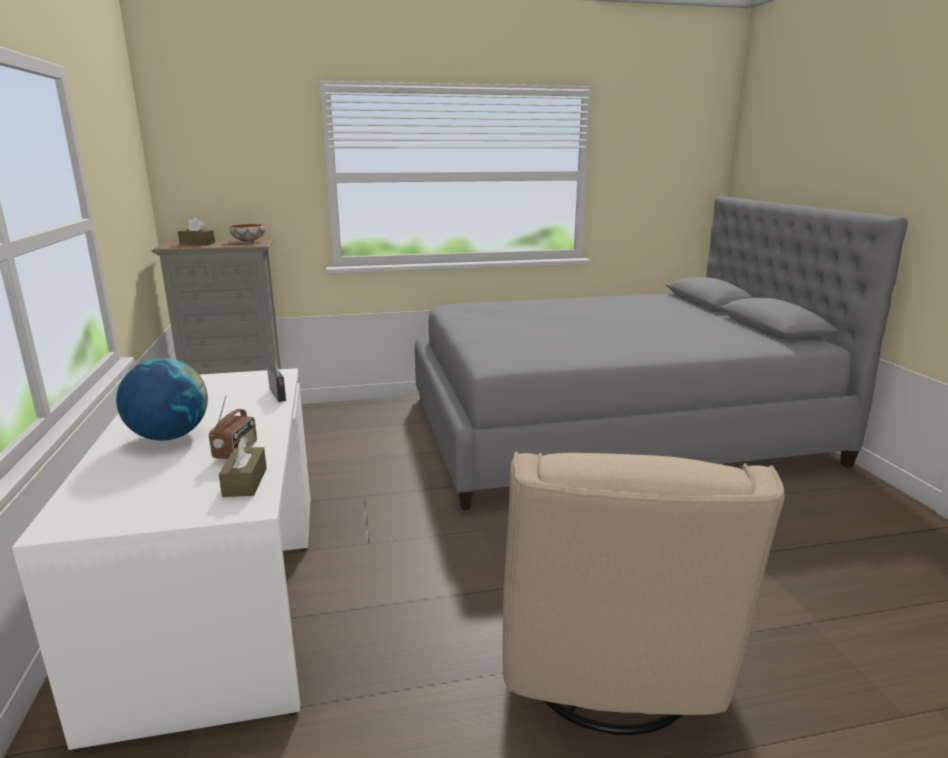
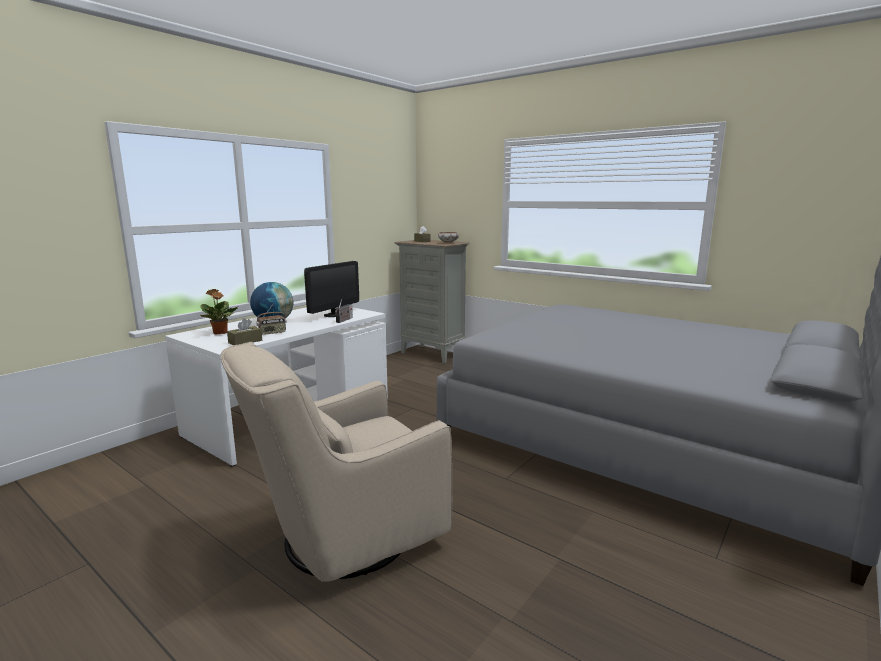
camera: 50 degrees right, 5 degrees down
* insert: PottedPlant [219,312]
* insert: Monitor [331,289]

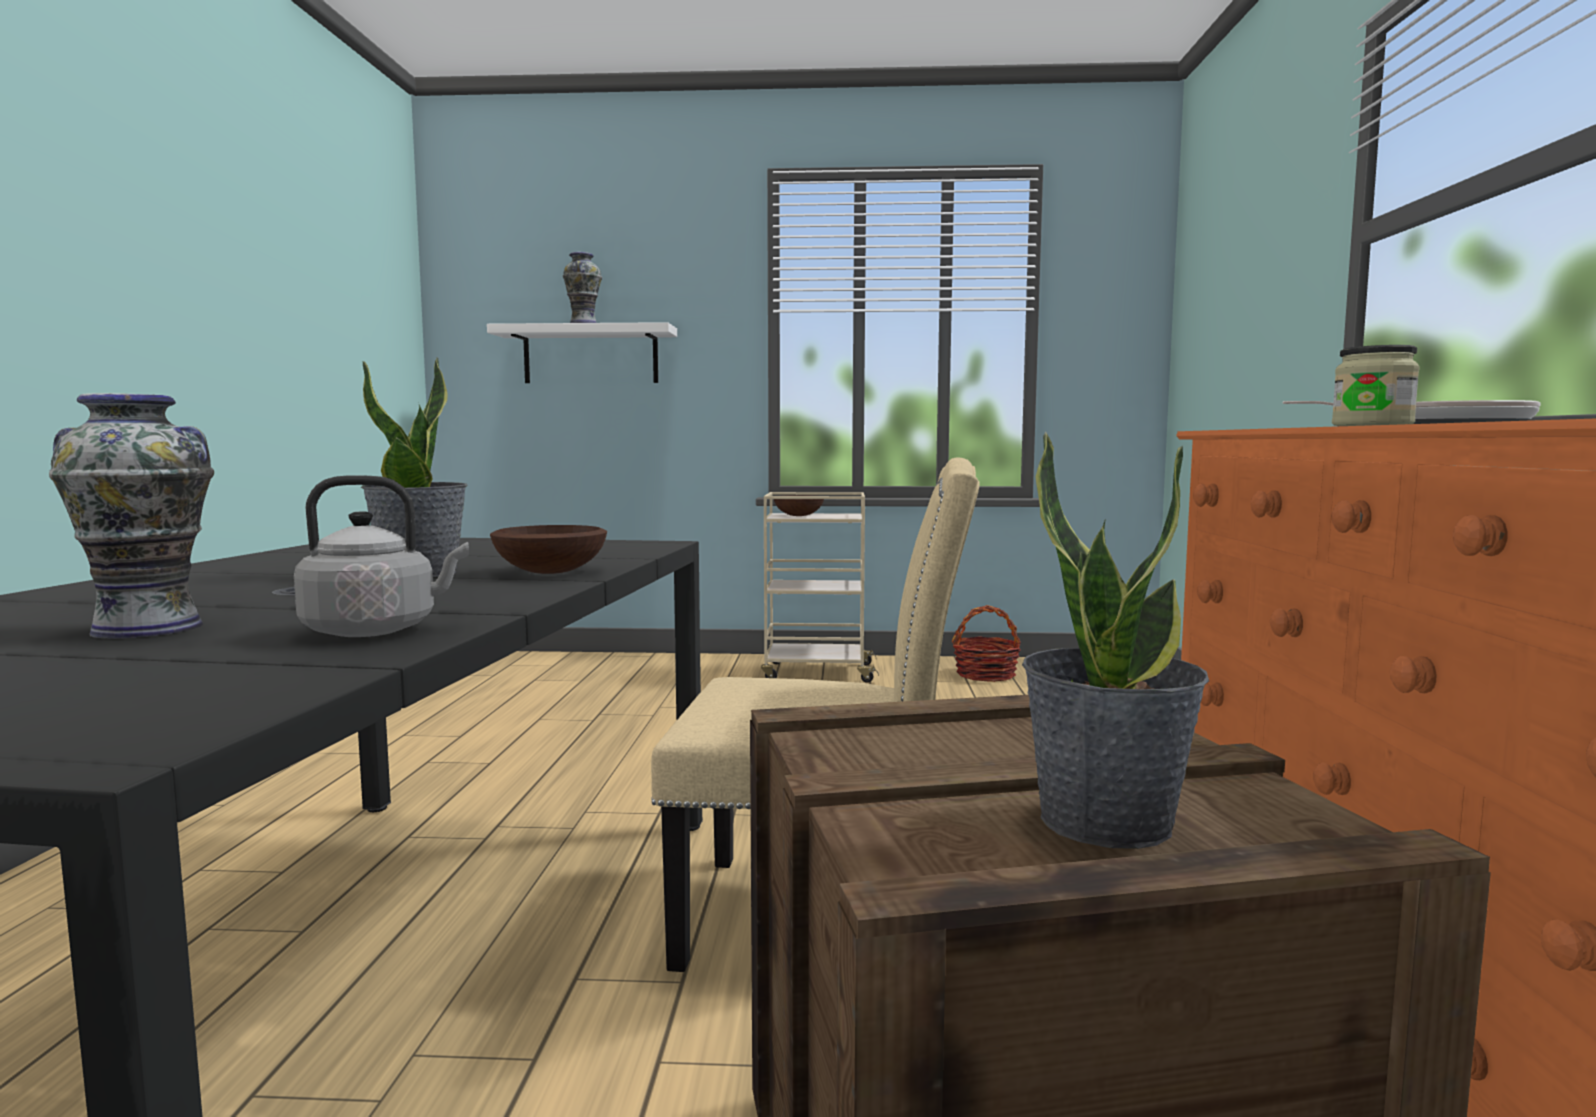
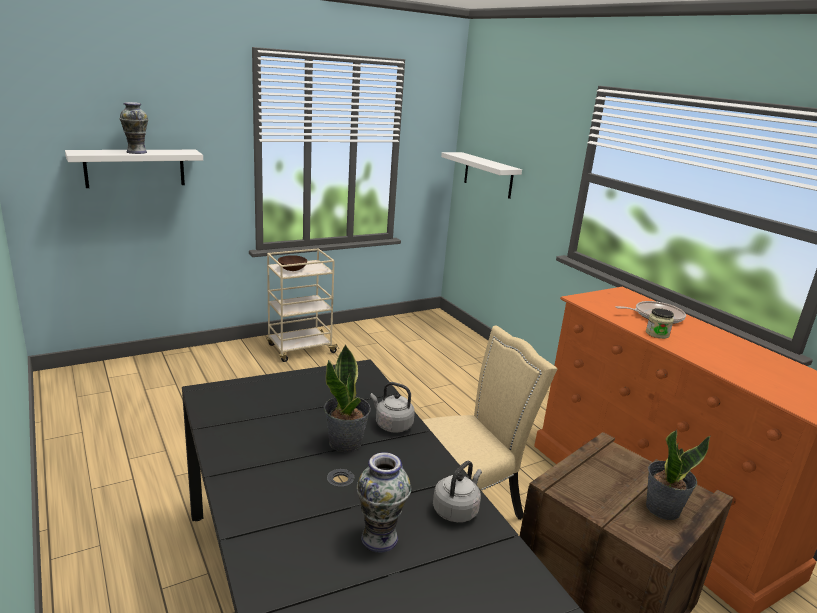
camera: 35 degrees left, 15 degrees up
* replace: BrownBowl [548,549] to GreyKettle [392,407]
* insert: WhiteShelf [481,175]
* delete: Basket [986,643]

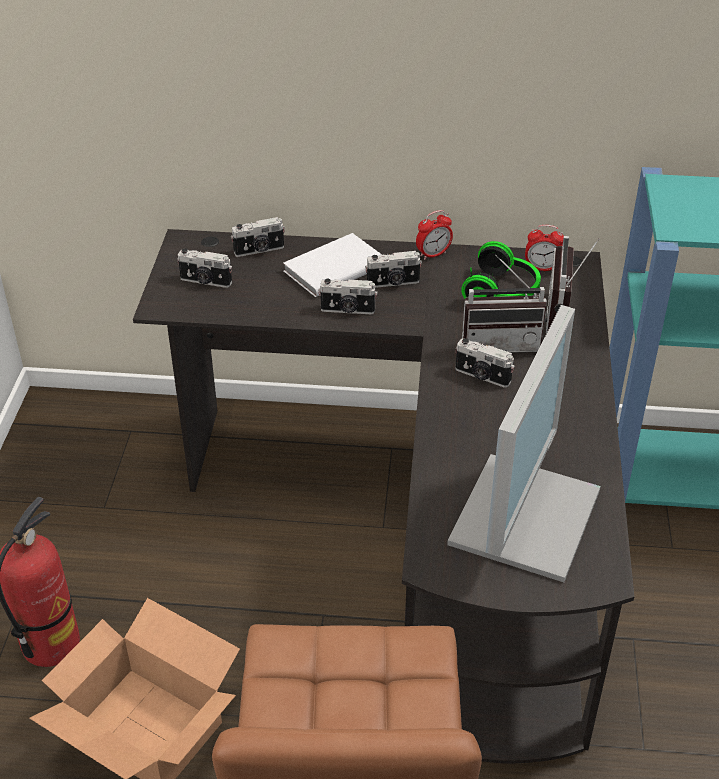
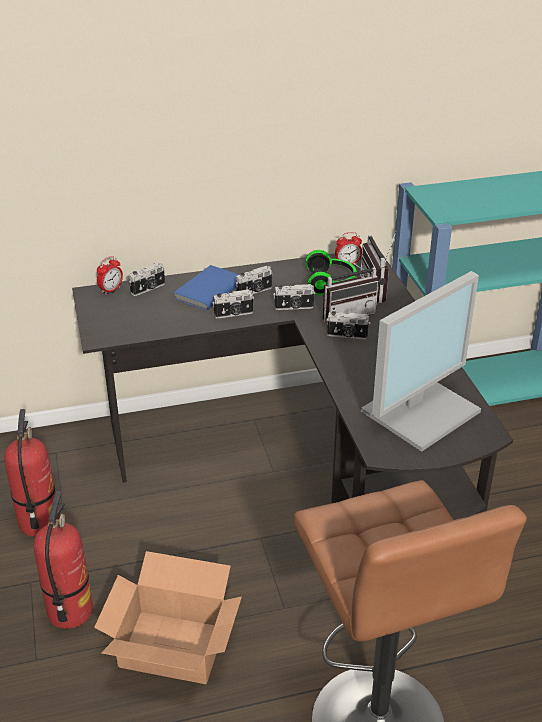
camera: 20 degrees left, 5 degrees down
* insert: FireExtinguisher [32,473]
* move: AlarmClock [434,235] to [110,275]
* recolor: WhiteBook [332,265] to BlueBook [206,288]
* move: PhotoCamera [204,268] to [294,297]
* rotate: Monitor [524,443] = [421,361] 45 degrees clockwise

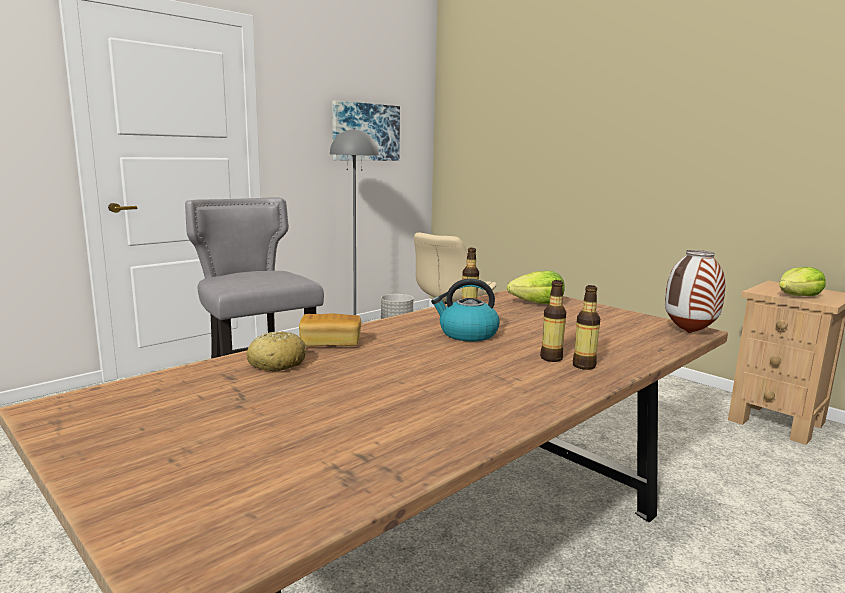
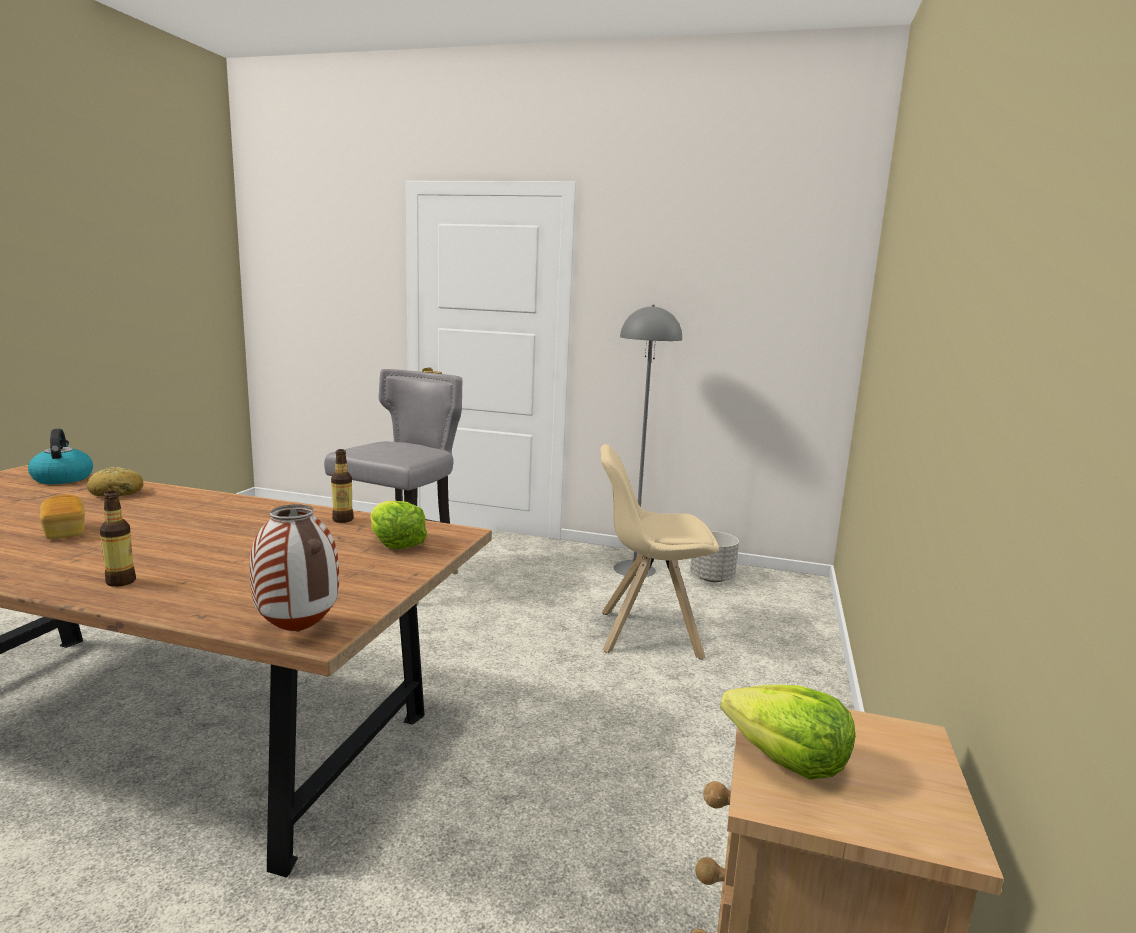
camera: 60 degrees right, 0 degrees up
* move: Kettle [465,309] to [60,456]
* move: Bread [330,329] to [62,517]
* delete: Picture [366,131]
* delete: Bottle [553,321]

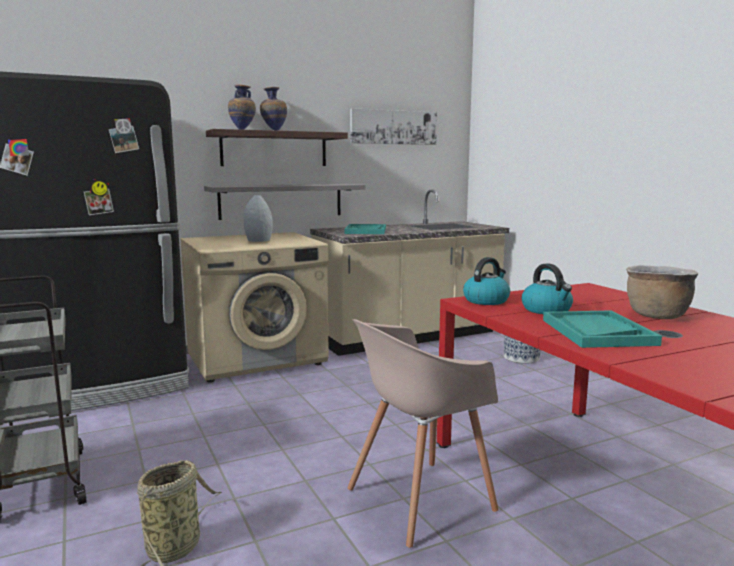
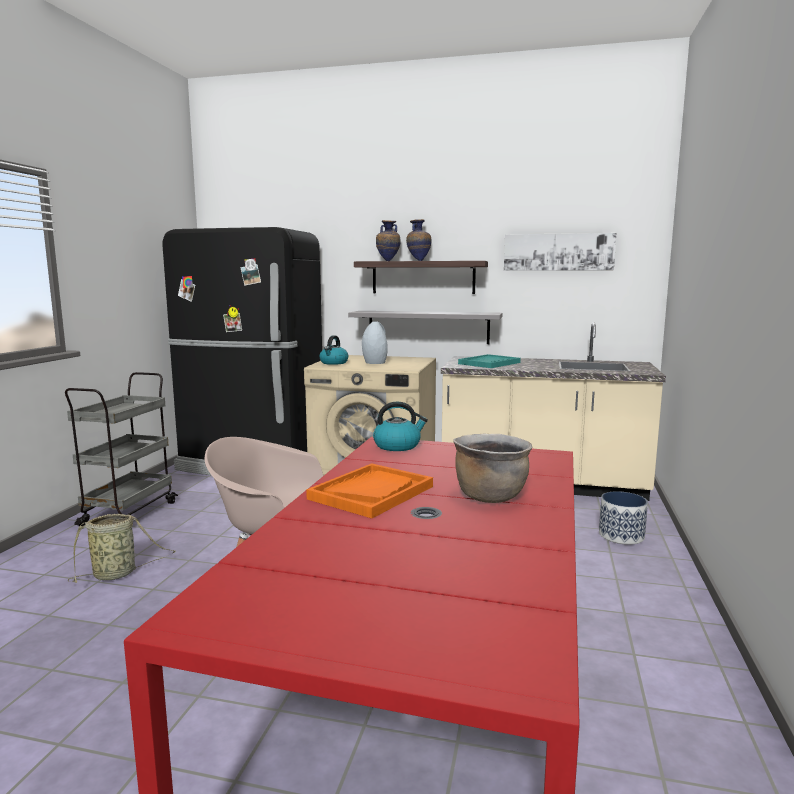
camera: 40 degrees right, 0 degrees up
* recolor: TurquoiseTray [602,329] to OrangeTray [369,490]
* move: Kettle [547,288] to [333,350]

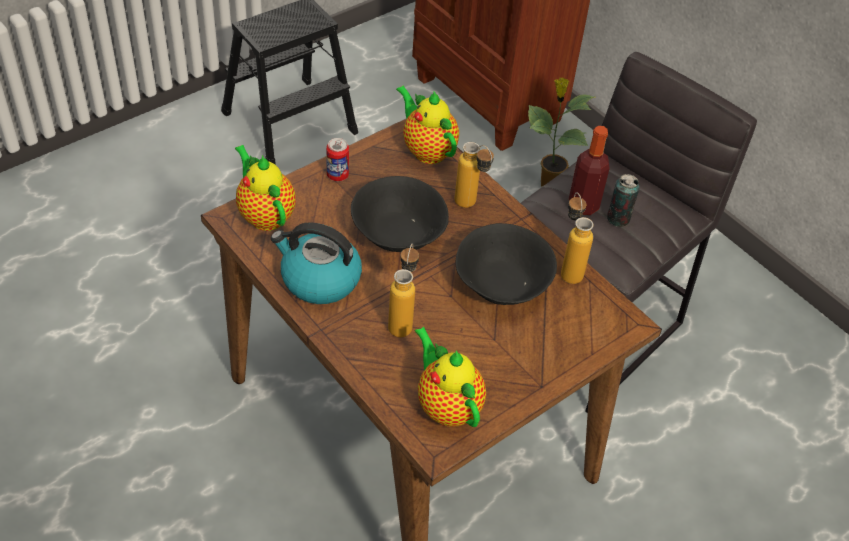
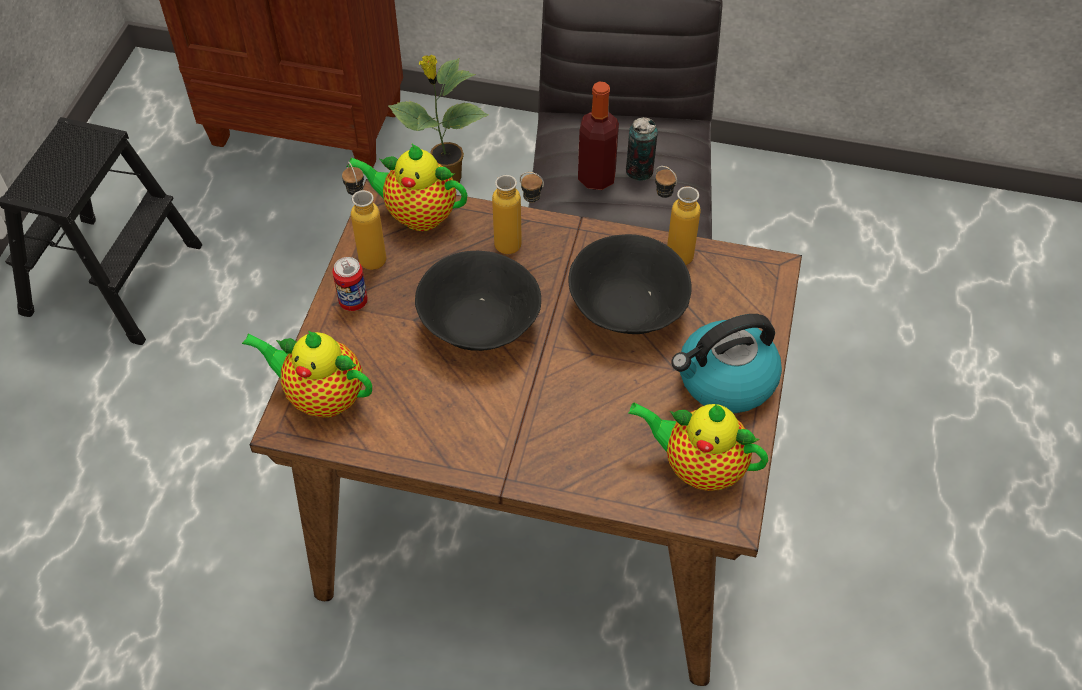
camera: 35 degrees left, 5 degrees up
* move: Bottle [403,290] to [364,216]
* move: Kettle [316,263] to [726,363]

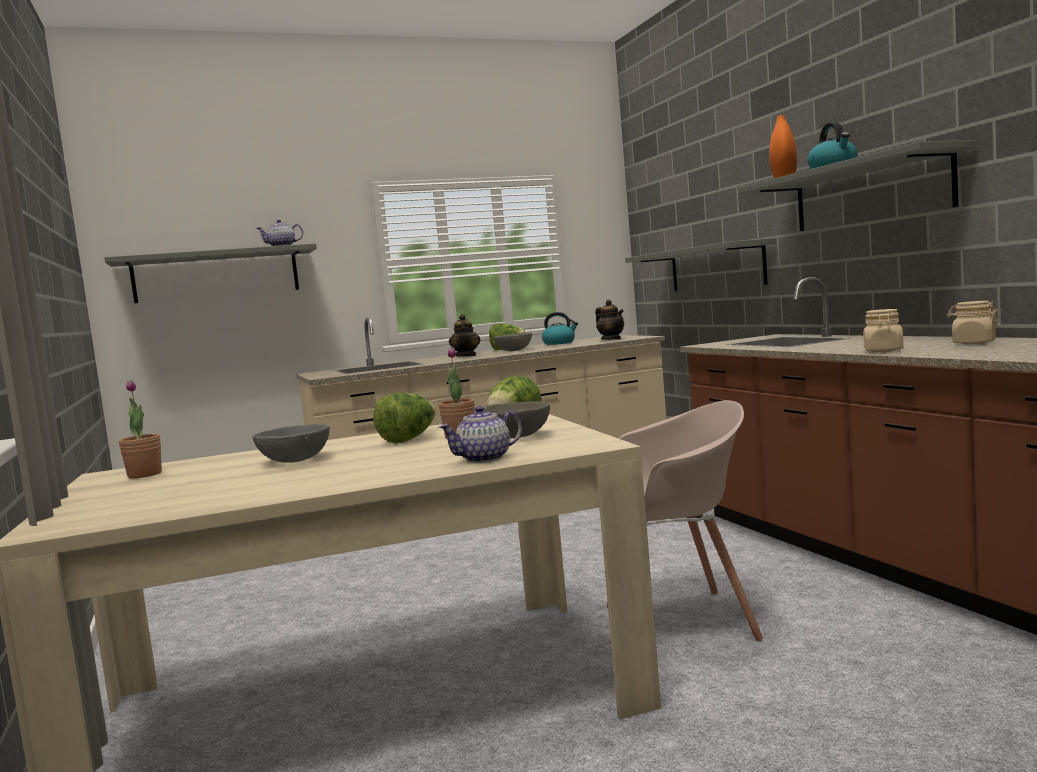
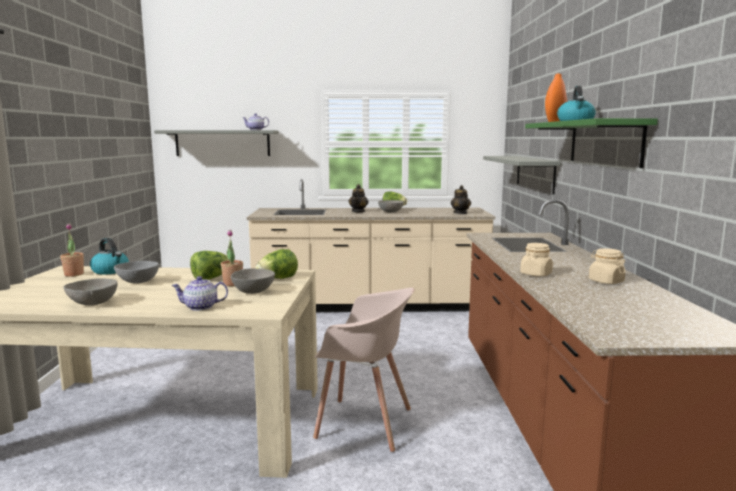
camera: 20 degrees right, 5 degrees up
* insert: GreyBowl [91,292]
* move: Kettle [560,328] to [109,256]
* recolor: GreyShelf [857,185] to GreenShelf [591,143]

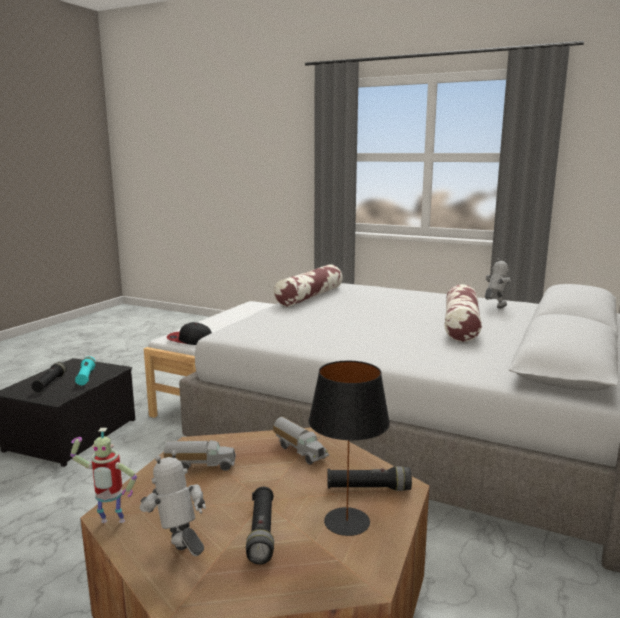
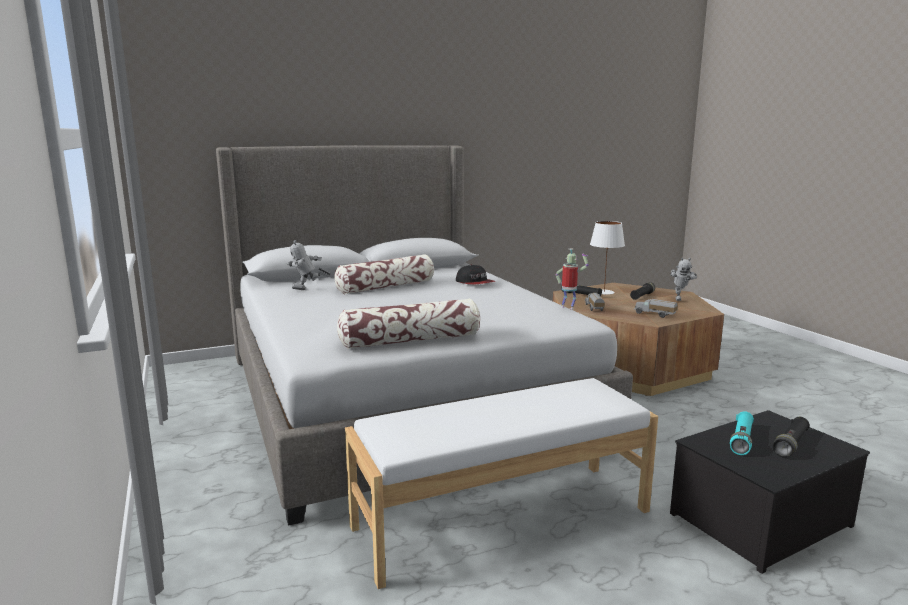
camera: 140 degrees left, 0 degrees up
* move: Cap [189,333] to [475,275]
* move: ToyRobot [103,475] to [572,278]
* recolor: BlackTableLamp [349,448] to WhiteTableLamp [607,258]

